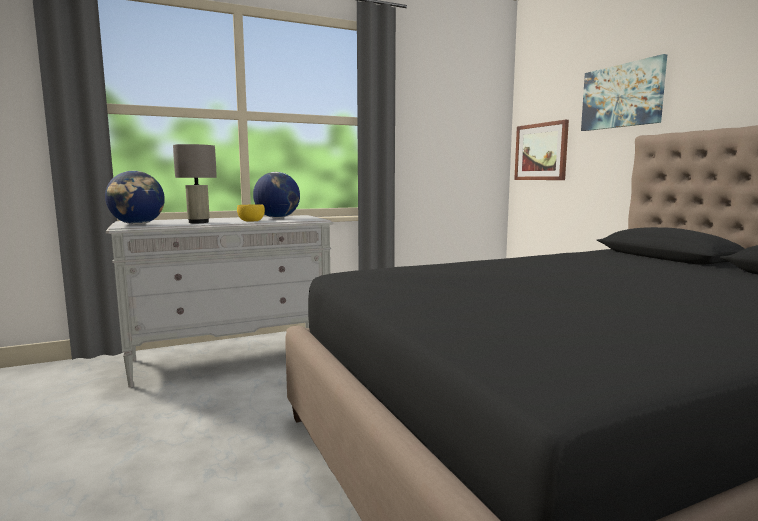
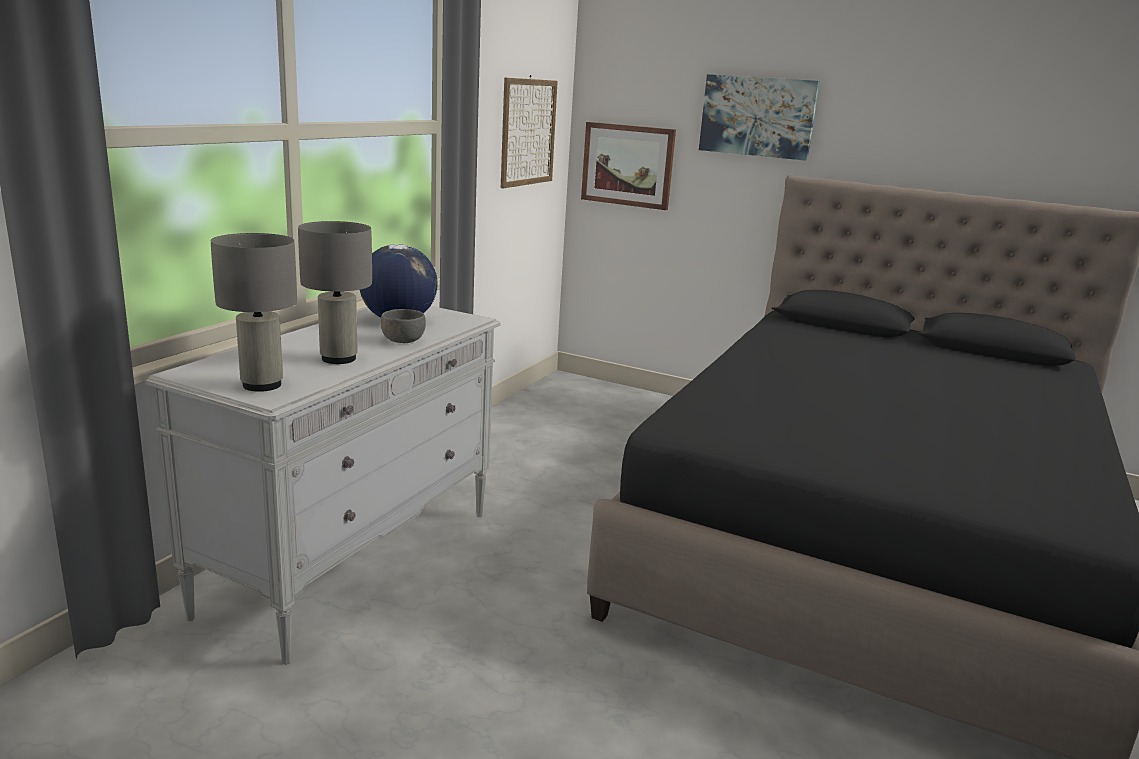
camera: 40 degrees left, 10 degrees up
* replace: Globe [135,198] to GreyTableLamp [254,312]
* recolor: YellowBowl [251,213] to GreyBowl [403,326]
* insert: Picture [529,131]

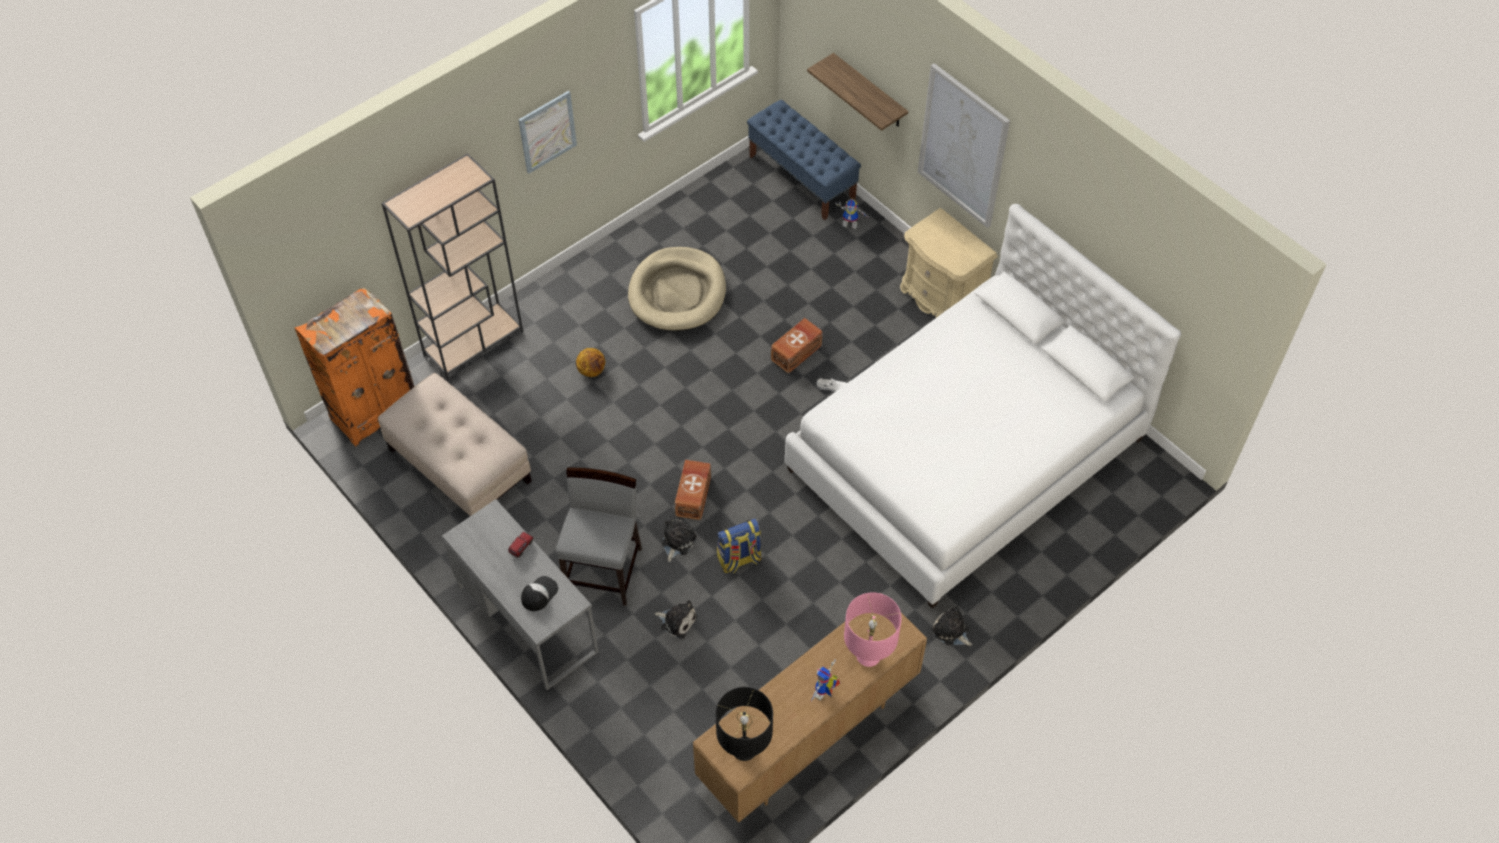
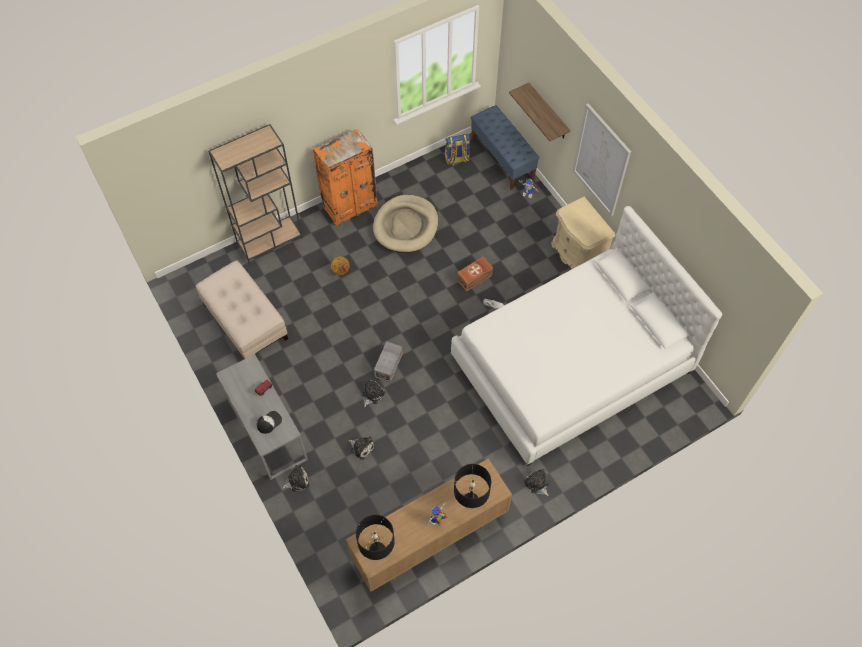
camera: 10 degrees right, 5 degrees up
* insert: PlushToy [296,478]
* move: OrangeCabinet [354,367] to [345,177]
* recolor: BrownStorageBox [693,490] to GreyStorageBox [388,361]
* move: Backpack [739,546] to [457,149]
* recolor: PinkTableLamp [873,630] to BlackTableLamp [472,486]
* delete: Picture [547,132]
* delete: GreyChair [599,536]

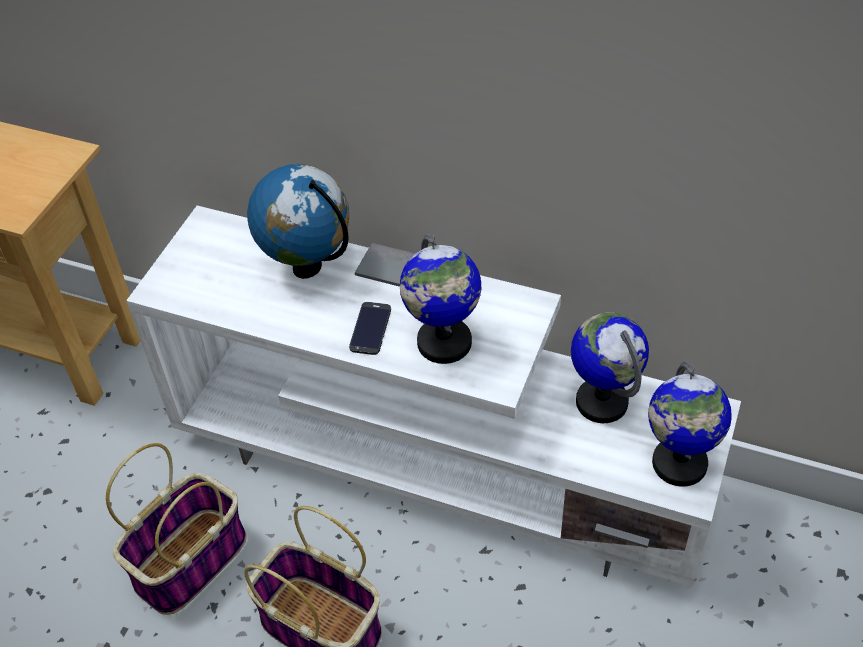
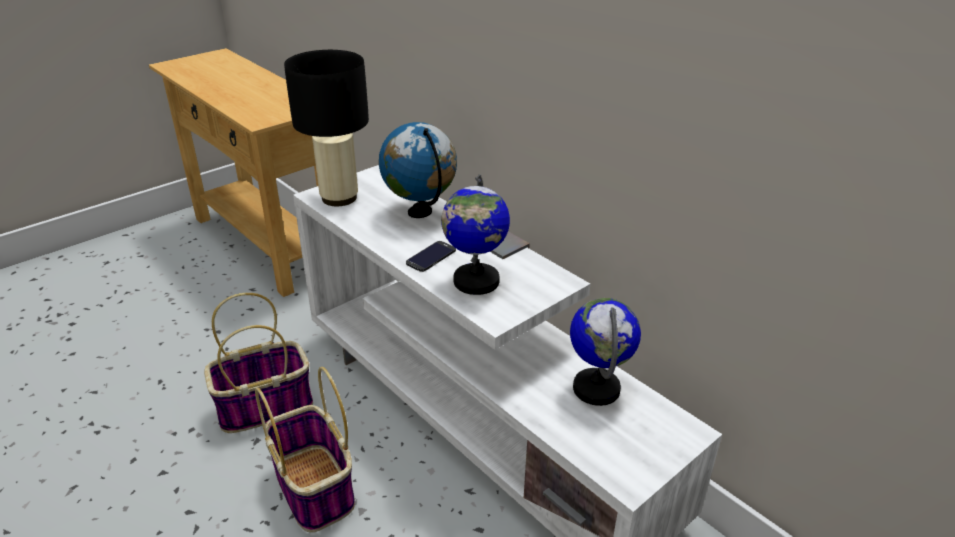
camera: 25 degrees right, 15 degrees down
* insert: BlackTableLamp [326,128]
* delete: Globe [690,424]

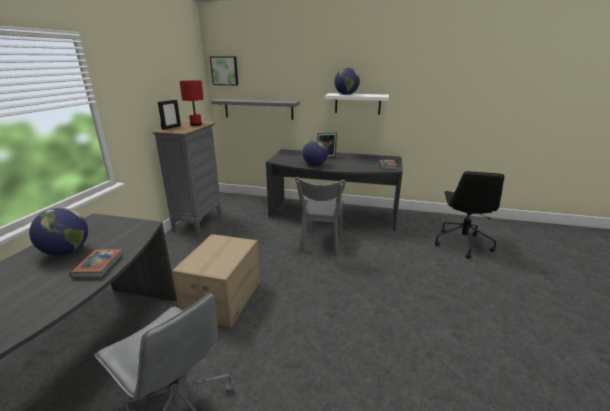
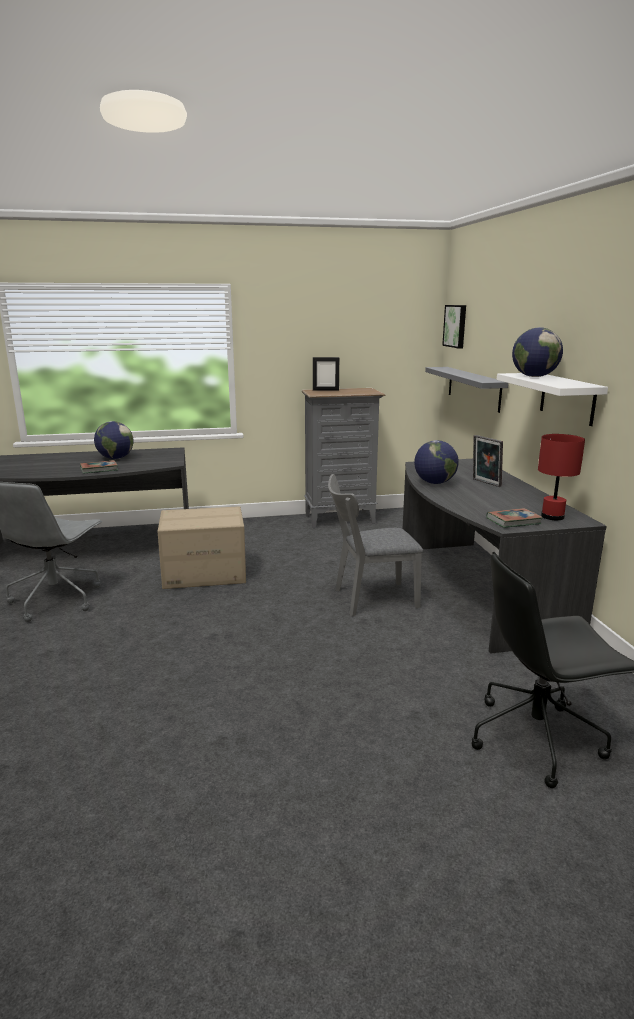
camera: 65 degrees right, 5 degrees down
* move: RedTableLamp [192,103] to [561,477]

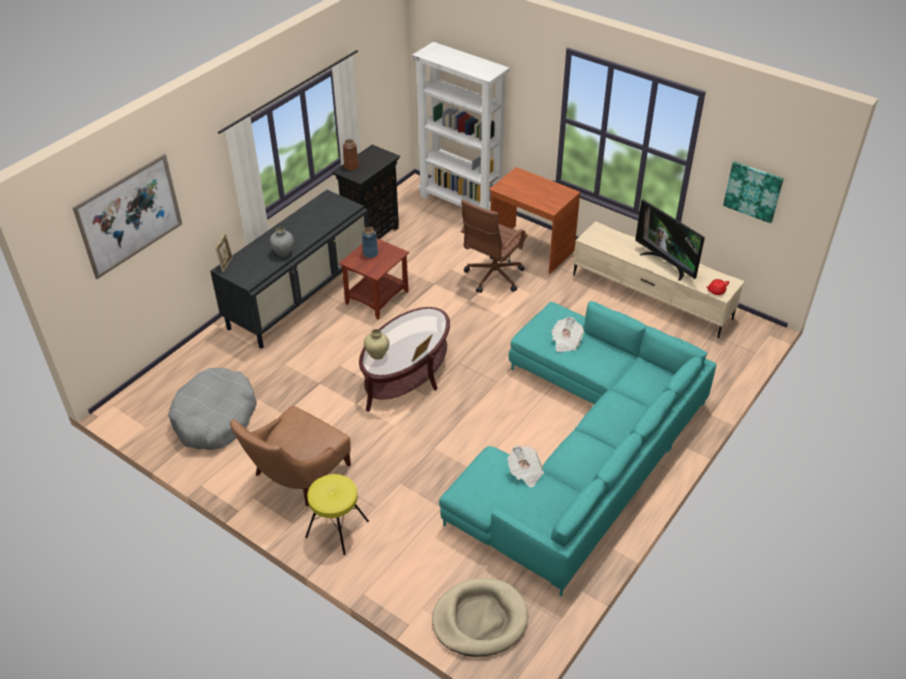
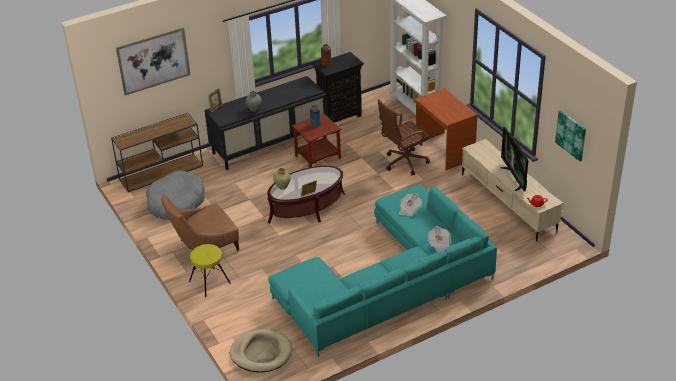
camera: 25 degrees right, 5 degrees down
* insert: BrownConsoleTable [157,152]
* move: Newspaper [525,466] to [439,239]

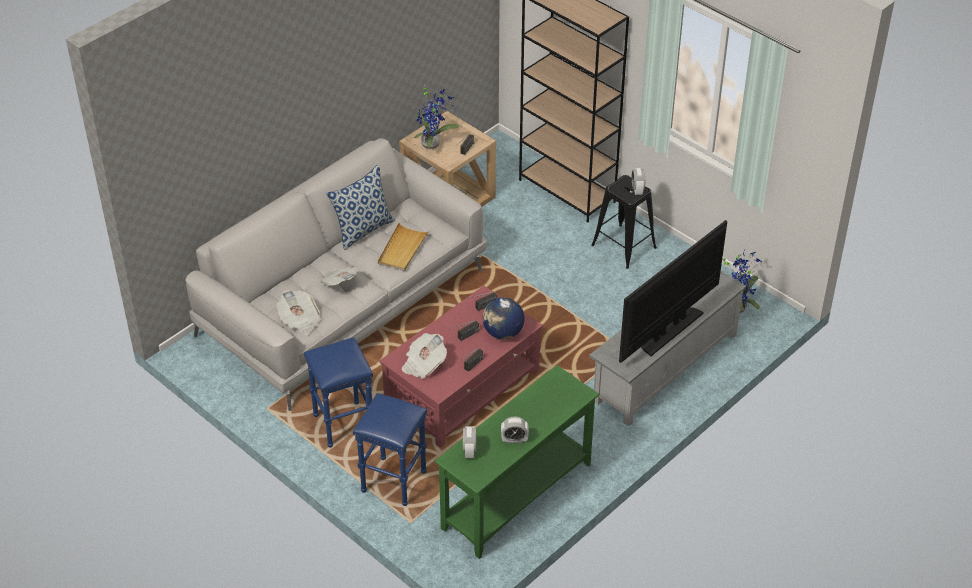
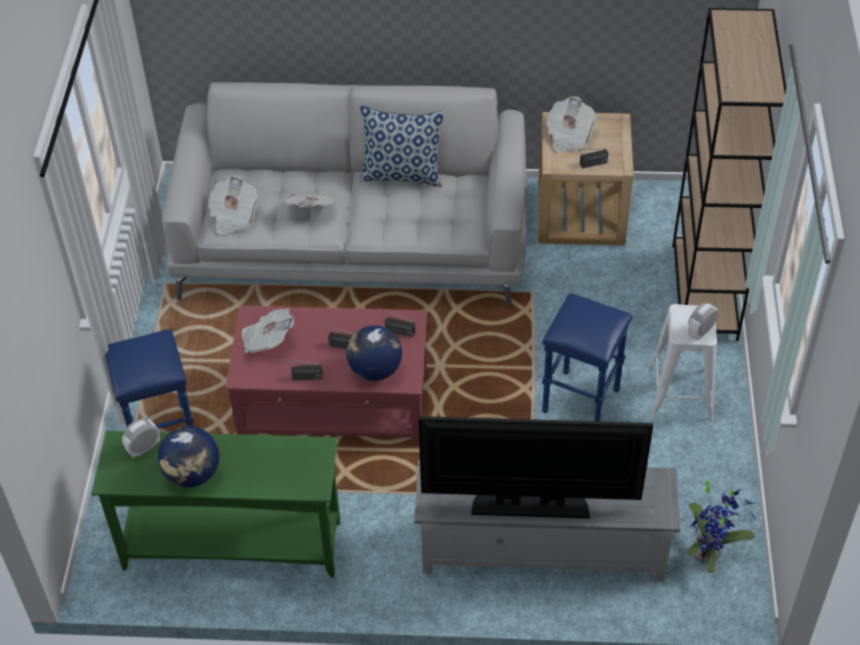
camera: 50 degrees right, 5 degrees up
* replace: AlarmClock [515,429] to Globe [188,456]
* move: BlueStool [338,392] to [587,357]
* replace: PottedPlant [436,117] to Newspaper [570,124]
* recolor: BlackStool [624,222] to WhiteStool [683,362]
* delete: BeigeTray [403,247]

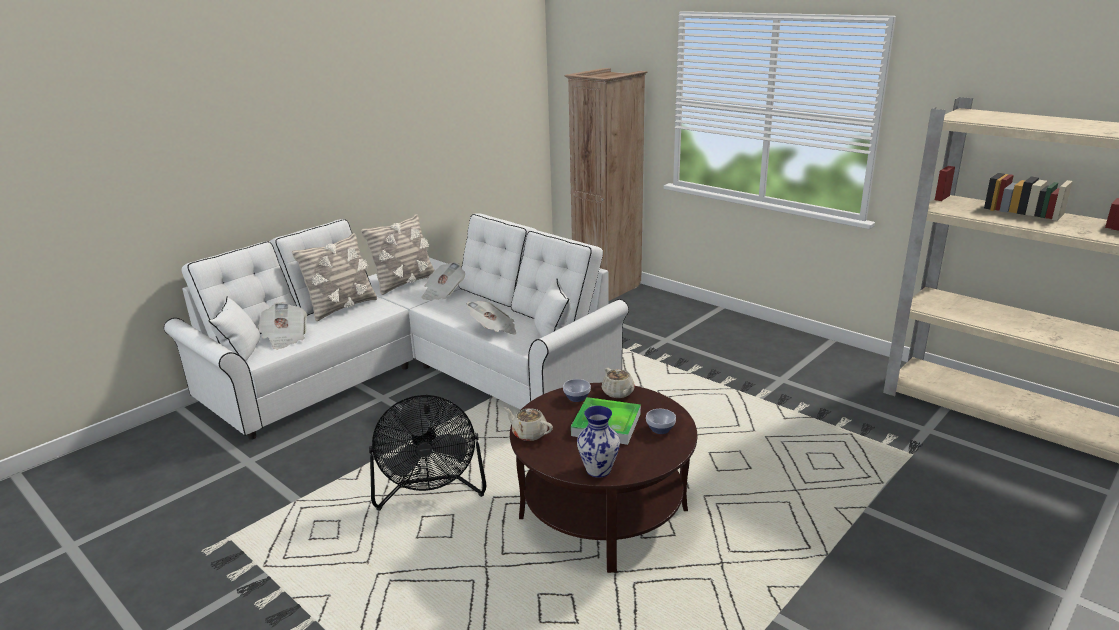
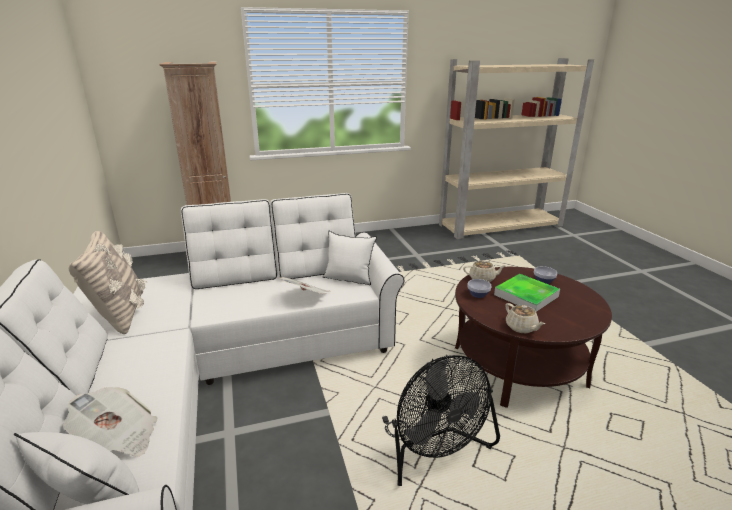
camera: 60 degrees left, 0 degrees up
* rotate: BlackFan [427,453] = [441,420] 45 degrees clockwise
* rotate: BeigeTeapot [528,424] = [525,318] 90 degrees counterclockwise
* delete: BeigePillow [334,277]
* delete: Newspaper [443,281]
* delete: Vase [598,442]

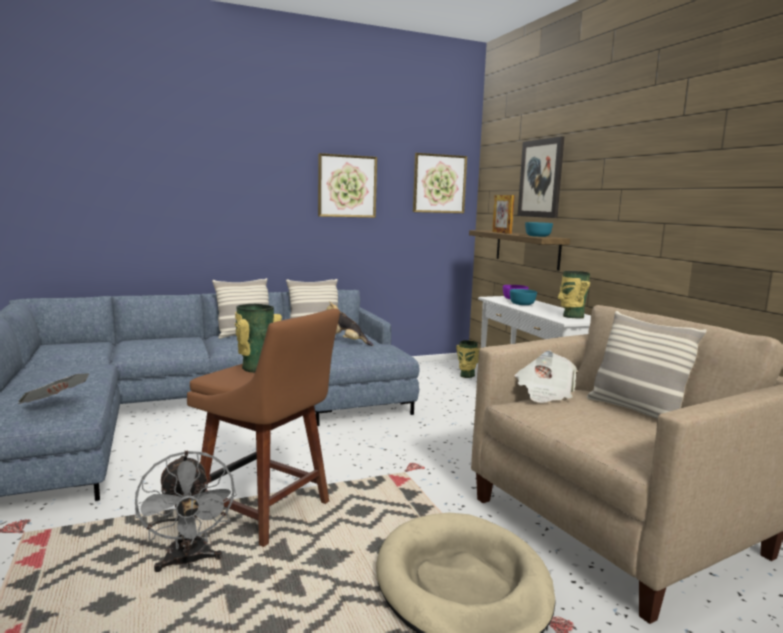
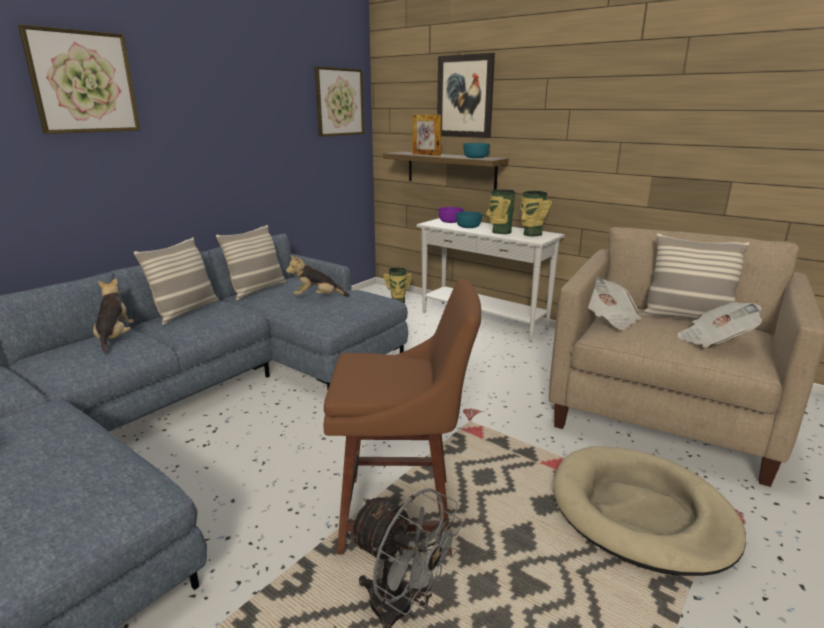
camera: 30 degrees left, 10 degrees up
* move: Picture [347,185] to [79,79]
* insert: PlushToy [113,316]
* move: Vase [258,338] to [500,211]
* move: Newspaper [53,388] to [719,324]

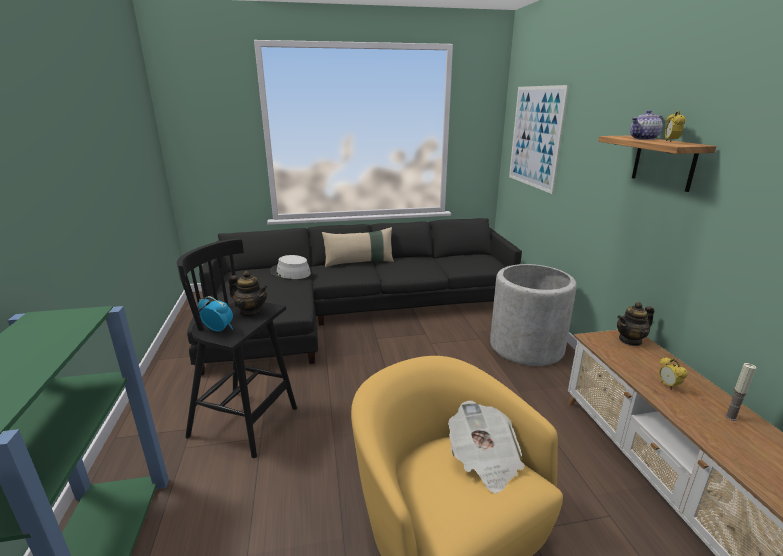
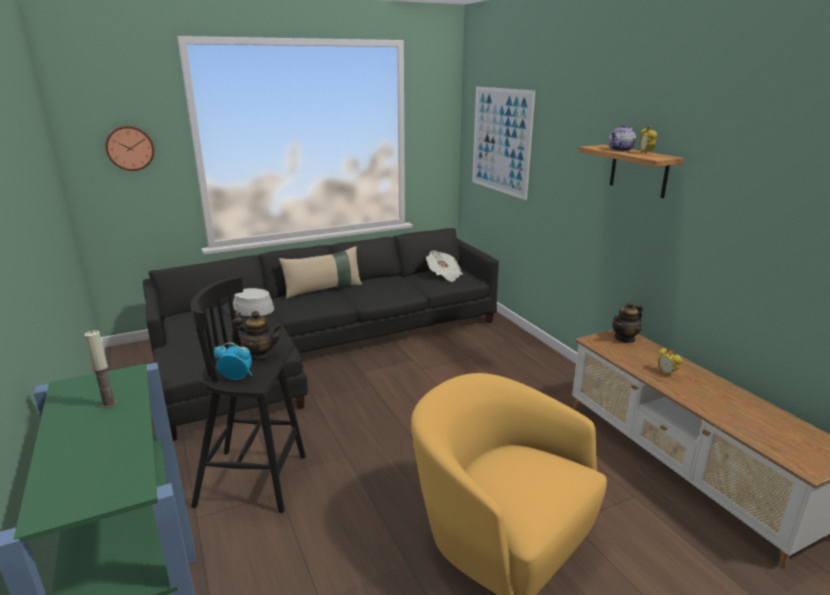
camera: 15 degrees left, 0 degrees up
* move: Candle [740,392] to [100,369]
* insert: WallClock [129,148]
* move: Newspaper [486,447] to [444,266]
* delete: GreyPlanter [533,315]

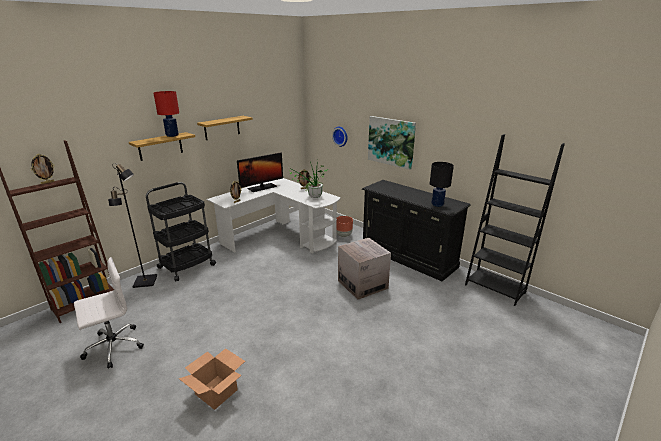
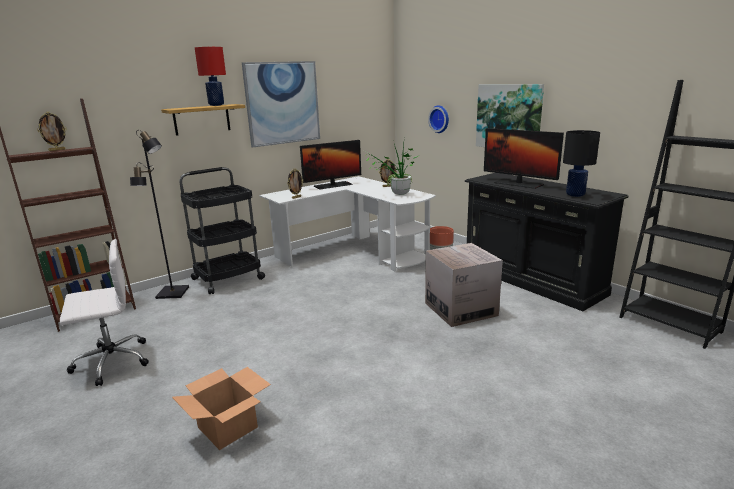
camera: 10 degrees right, 5 degrees down
* replace: Shelf [225,128] to Picture [281,104]
* insert: Monitor [524,158]

